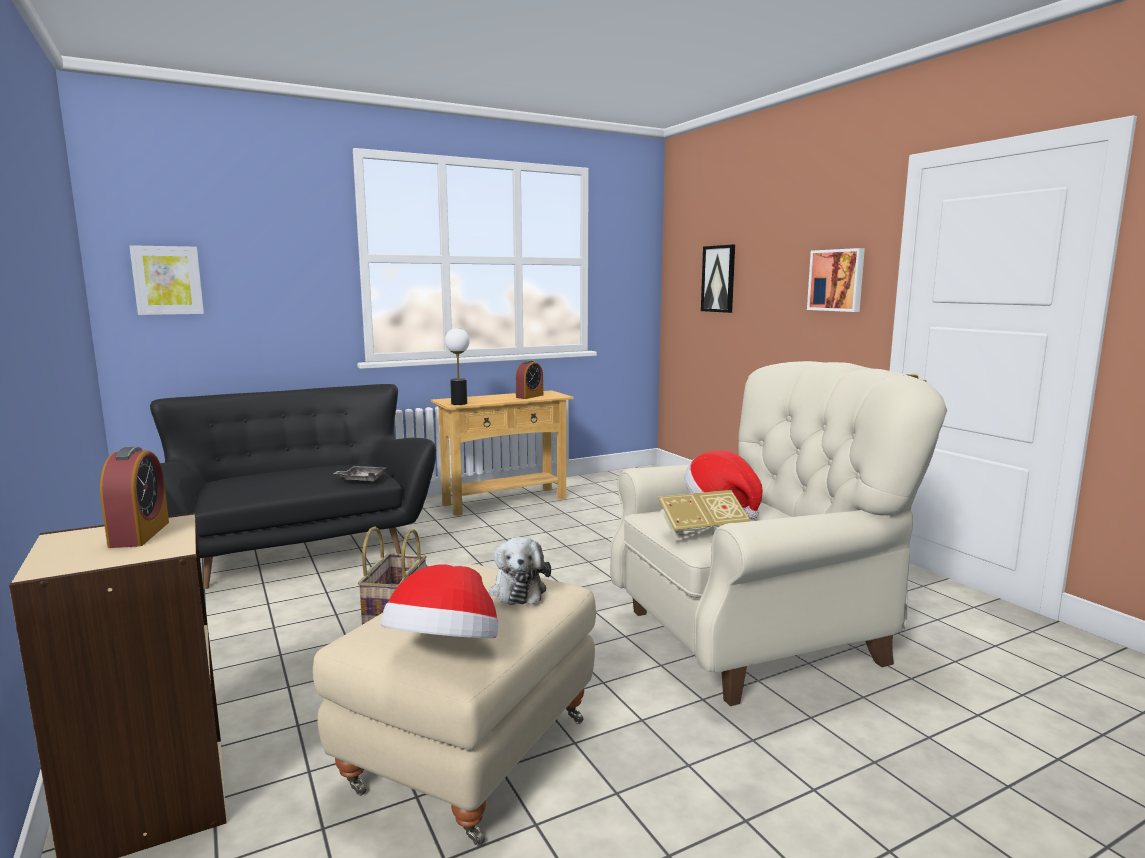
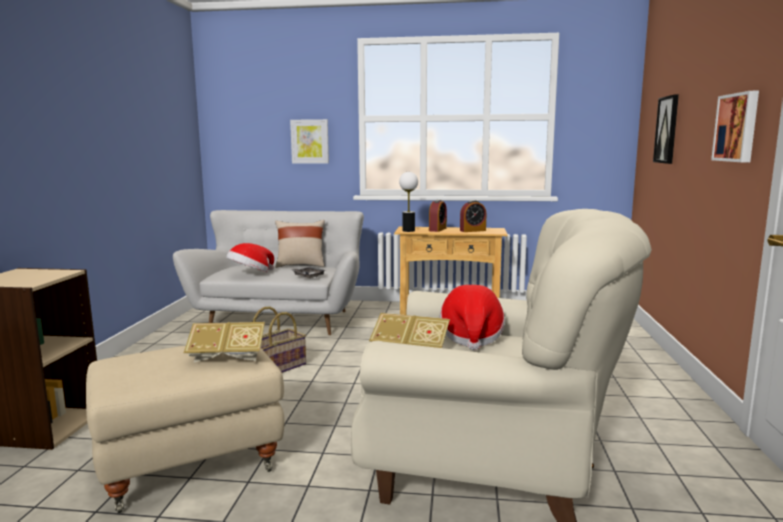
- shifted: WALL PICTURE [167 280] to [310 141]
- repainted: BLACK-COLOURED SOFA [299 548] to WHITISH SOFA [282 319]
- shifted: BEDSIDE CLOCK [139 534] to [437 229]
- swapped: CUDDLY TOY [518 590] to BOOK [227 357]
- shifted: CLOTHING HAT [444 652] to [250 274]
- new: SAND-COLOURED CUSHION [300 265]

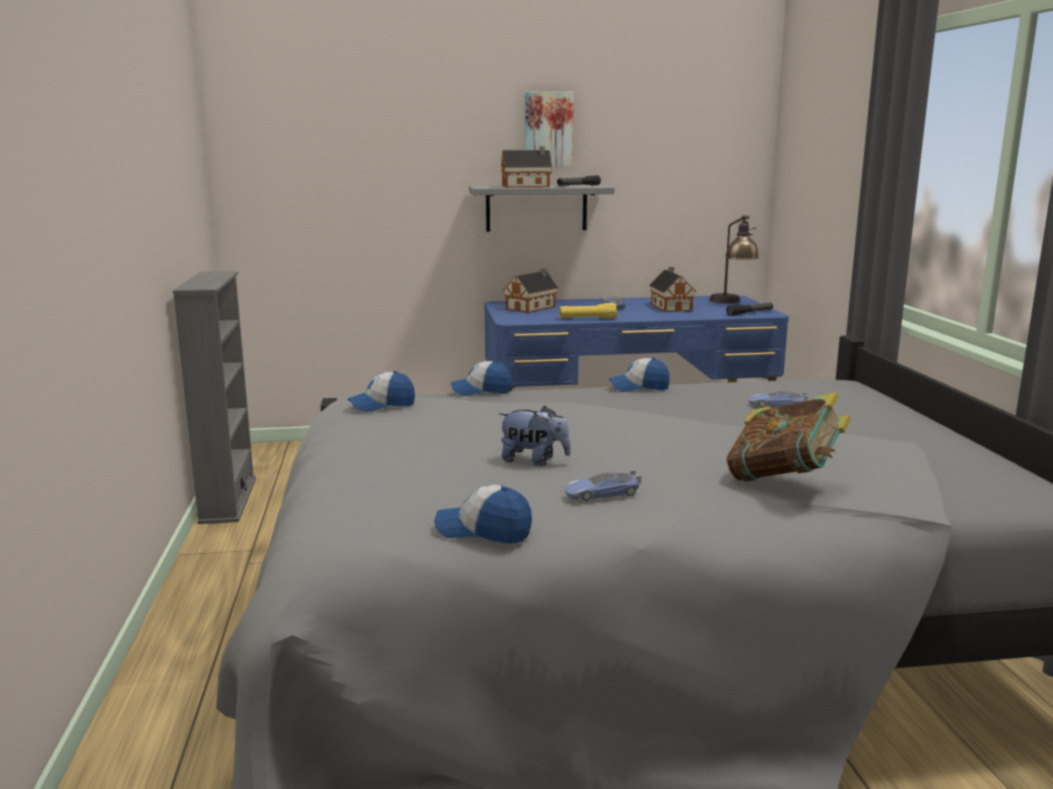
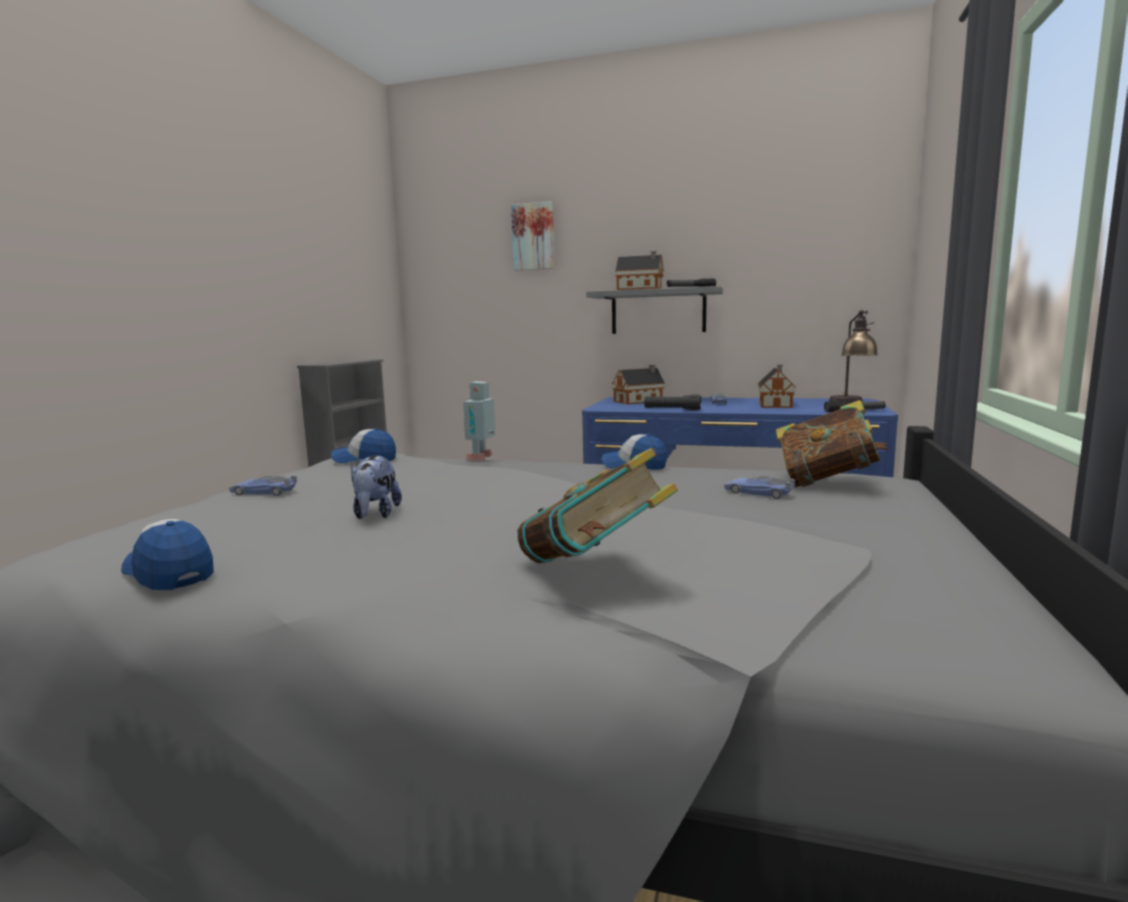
- shifted: WALL PICTURE [548 129] to [534 237]
- repainted: YELLOWISH FLASHLIGHT [587 319] to BLACK-COLOURED FLASHLIGHT [672 409]
- swapped: PEAKED CAP [481 391] to ROBOT FIGURE [482 458]
- rotated: CUDDLY TOY [534 461] = [375 514] 45 degrees clockwise
- shifted: MODEL CAR [602 493] to [263 492]
- new: BOOK [826 482]

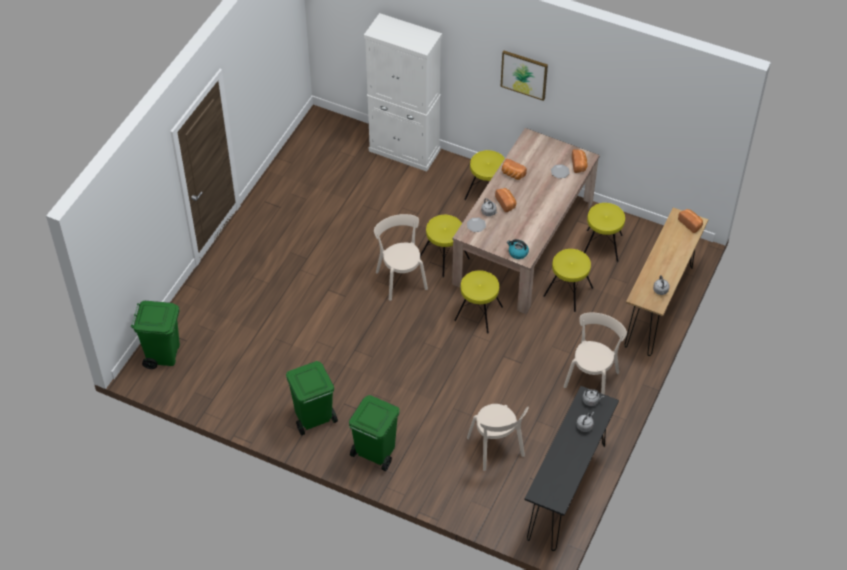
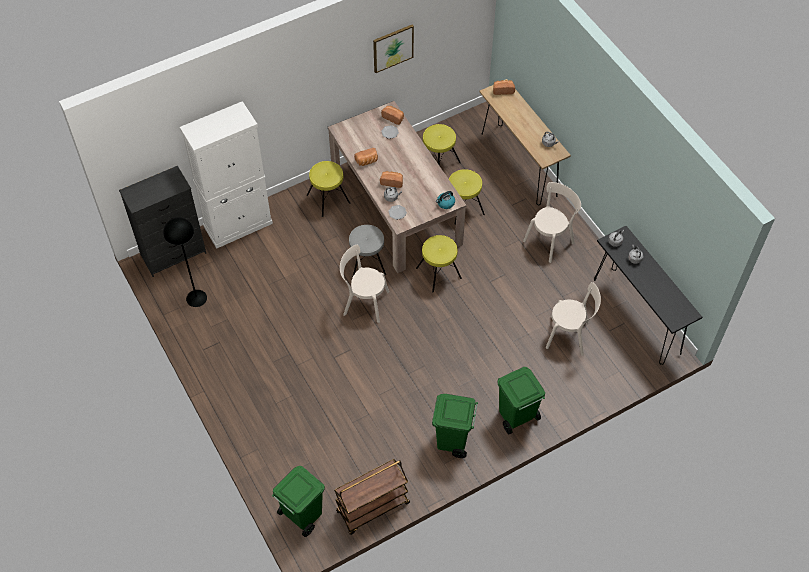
- shifted: WALL PICTURE [524 74] to [393 48]
- repainted: YELLOWISH STOOL SEAT [444 257] to GREY STOOL SEAT [367 262]
- rotated: SAND-COLOURED PLAIN CHAIR [592 377] = [550 240] 75 degrees clockwise
- new: BLACK-COLOURED DRESSER [174 253]
- new: BLACK-COLOURED STANDARD LAMP [196 298]
- new: BROWN TROLLEY [372 508]

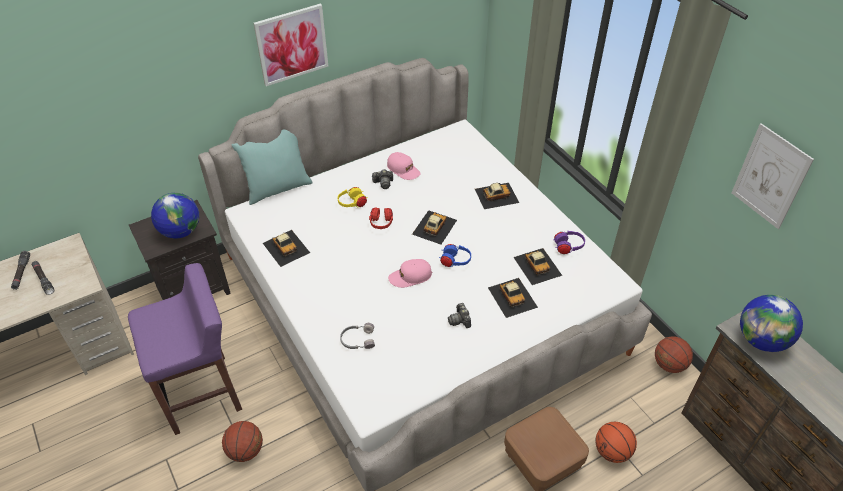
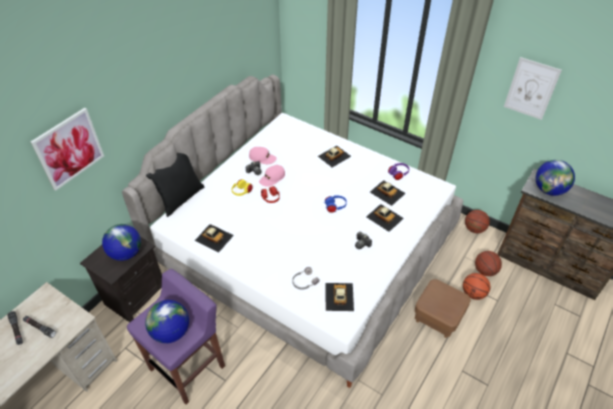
- shifted: WALL PICTURE [292 44] to [69 148]
- repainted: TURQUOISE-COLOURED CUSHION [277 188] to BLACK-COLOURED CUSHION [181 198]
- shifted: MODEL CAR [434 227] to [339 296]
- shifted: PINK PEAKED CAP [410 276] to [272 178]
- shifted: BASKETBALL [245 451] to [485 271]
- new: GLOBE [171 332]

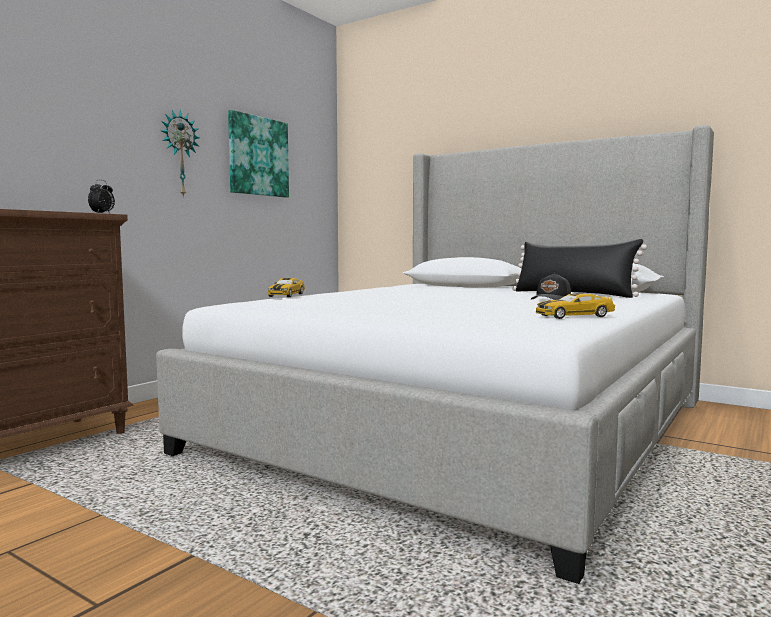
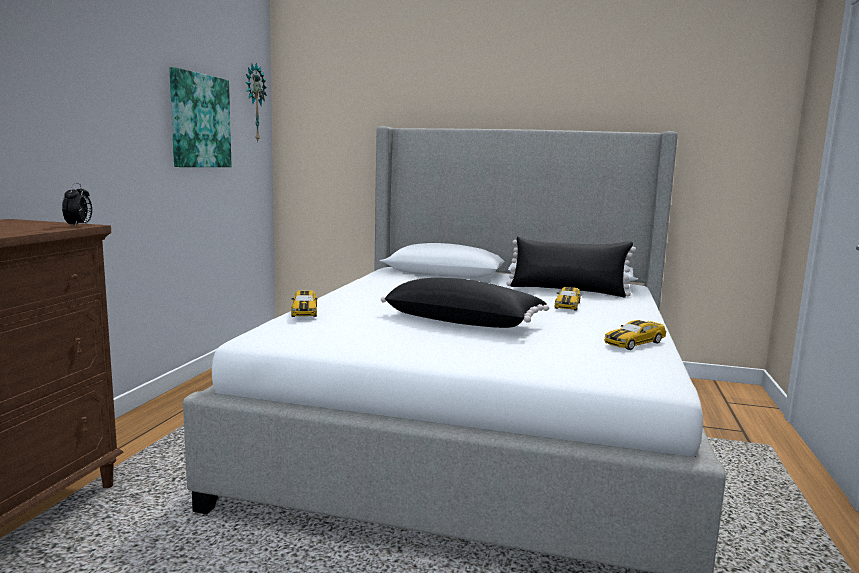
- shifted: HANGING CLOCK [179 154] to [253 103]
- swapped: BLACK-COLOURED PEAKED CAP [552 299] to MODEL CAR [567 305]
- new: BLACK-COLOURED CUSHION [464 322]

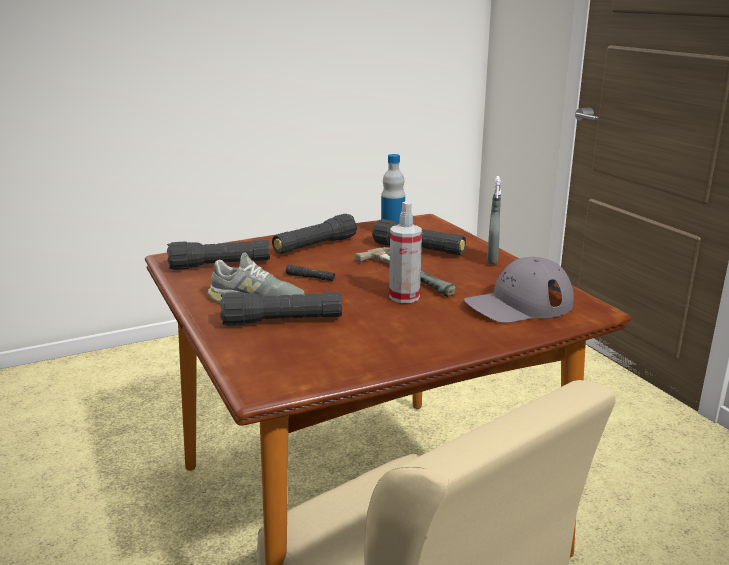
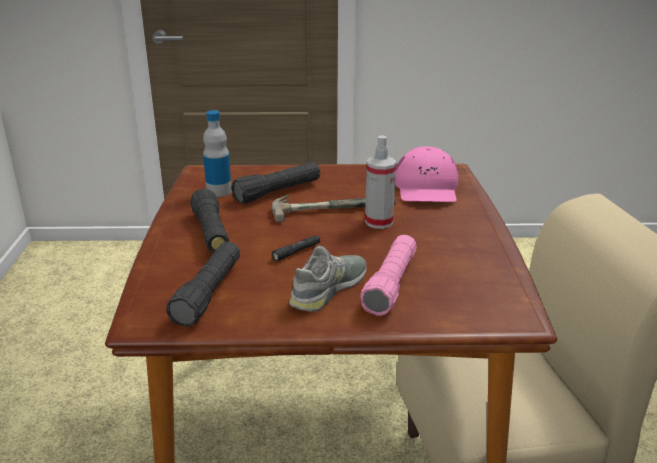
- gone: GREY SPRAY BOTTLE [492 260]
- repainted: GREY PEAKED CAP [518 304] to PINK PEAKED CAP [426 188]
- repainted: BLACK-COLOURED FLASHLIGHT [282 321] to PINK FLASHLIGHT [391 285]

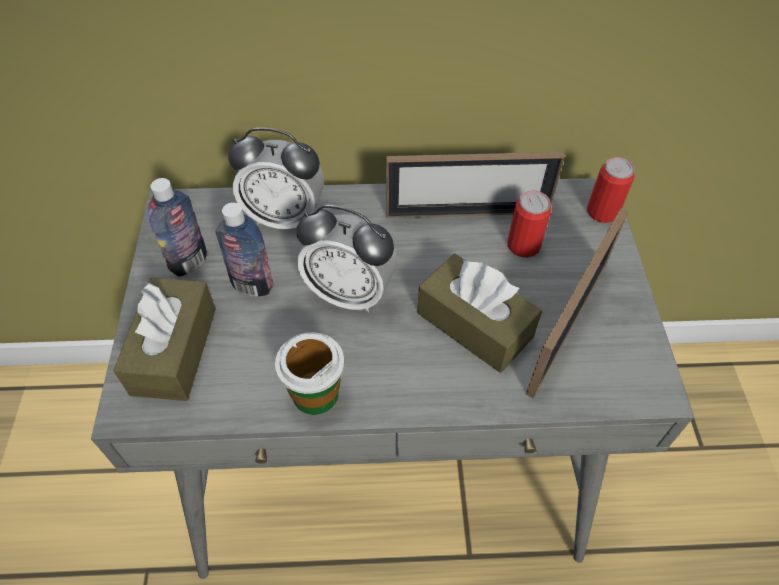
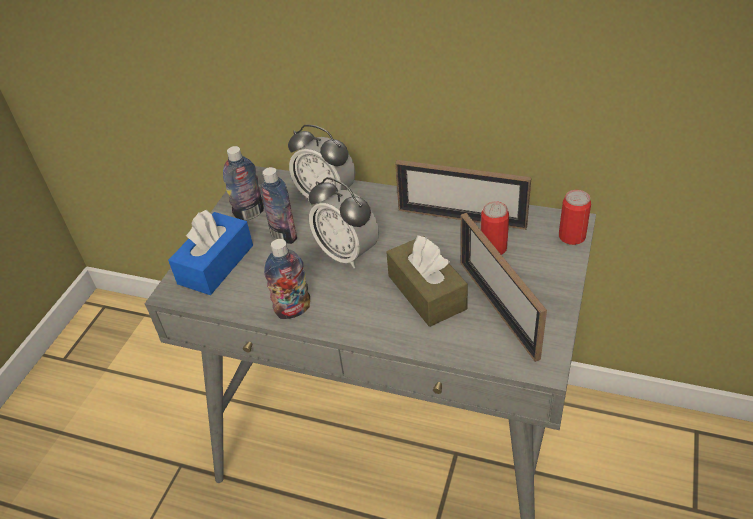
- rotated: PHOTO FRAME [567 326] = [498 308] 105 degrees clockwise
- repainted: BROWN TISSUE BOX [174 350] to BLUE TISSUE BOX [216 264]
- swapped: DRINKING CUP [315 393] to DRINK BOTTLE [293 310]

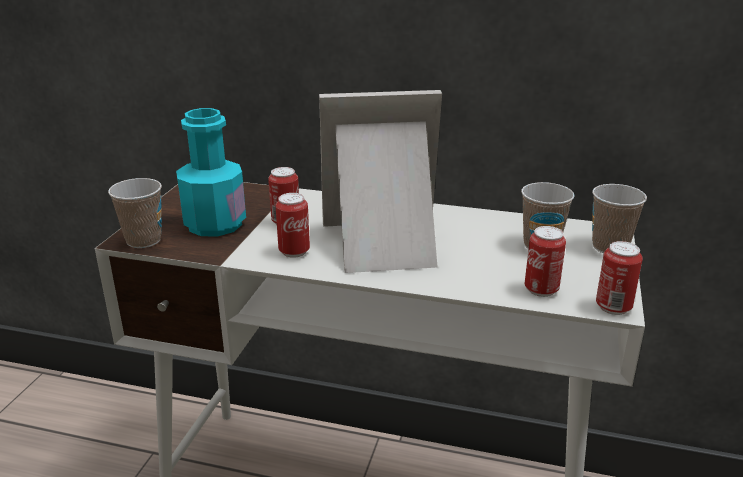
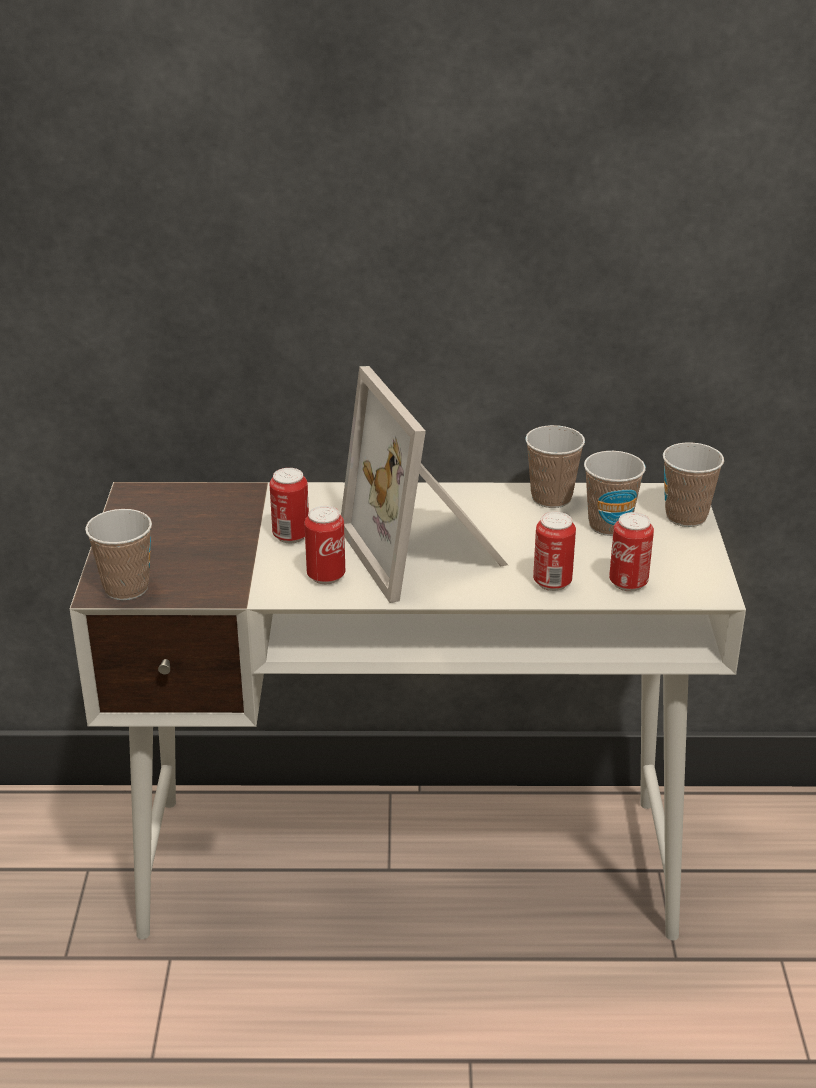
- rotated: PHOTO FRAME [383 244] = [428 550] 90 degrees counterclockwise
- gone: TURQUOISE-COLOURED DRINK BOTTLE [215 224]
- shifted: CAN [613 307] to [552 582]
- new: DRINKING CUP [551 498]

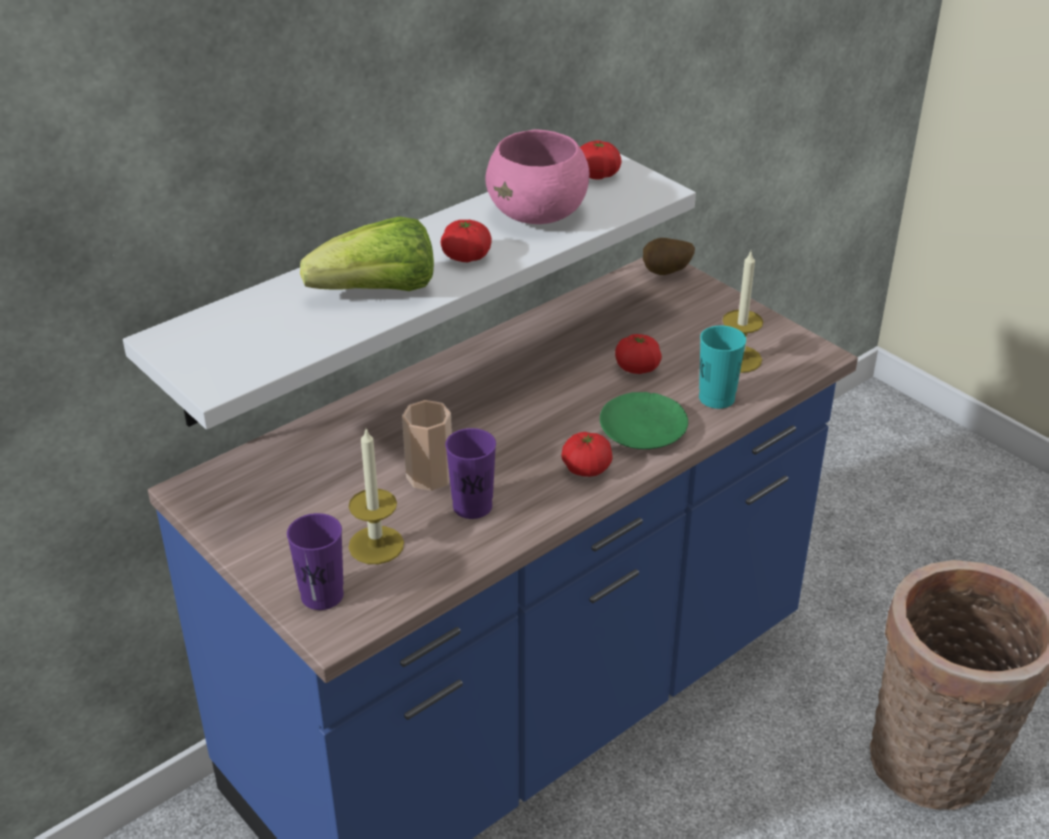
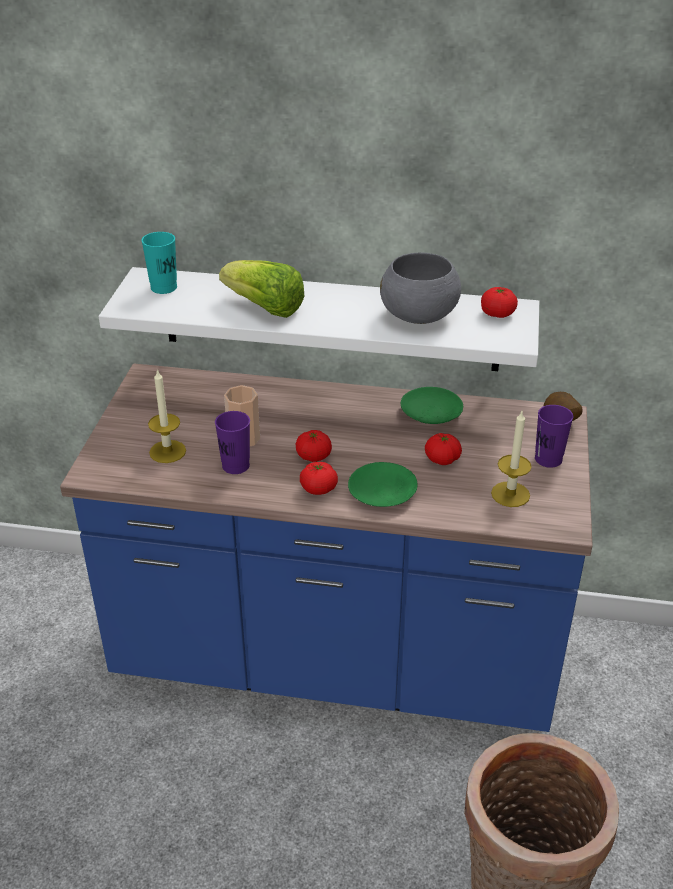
- repainted: PINK SERVING BOWL [538 214] to GREY SERVING BOWL [419 316]
- shifted: WHOLE TOMATO [466 257] to [313 456]
- shifted: TURQUOISE-COLOURED DRINKING CUP [716 398] to [164 287]
- shifted: PURPLISH DRINKING CUP [322 595] to [548 459]
- new: GREENISH DINNER PLATE [431 413]

